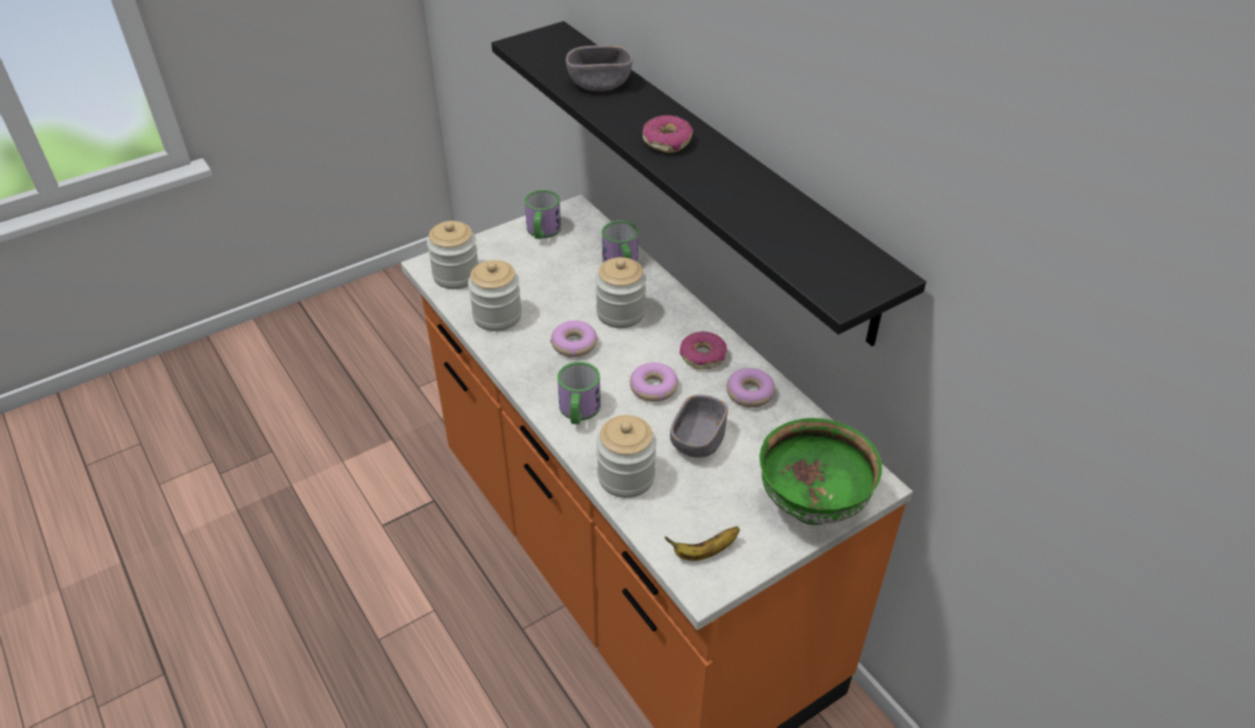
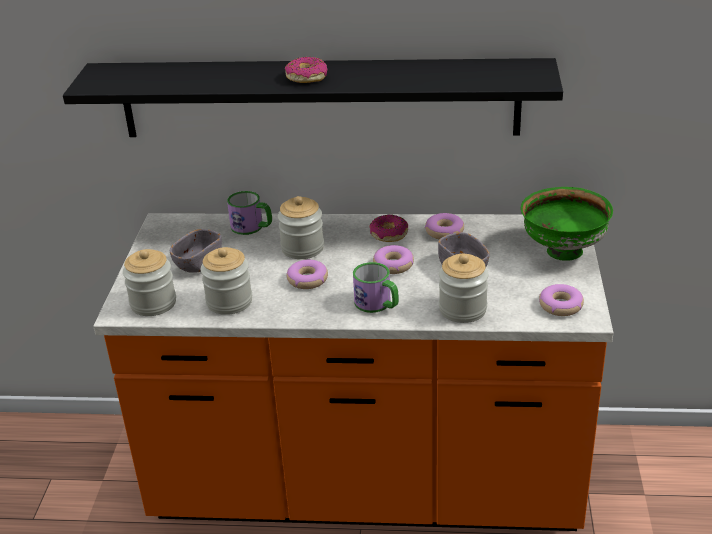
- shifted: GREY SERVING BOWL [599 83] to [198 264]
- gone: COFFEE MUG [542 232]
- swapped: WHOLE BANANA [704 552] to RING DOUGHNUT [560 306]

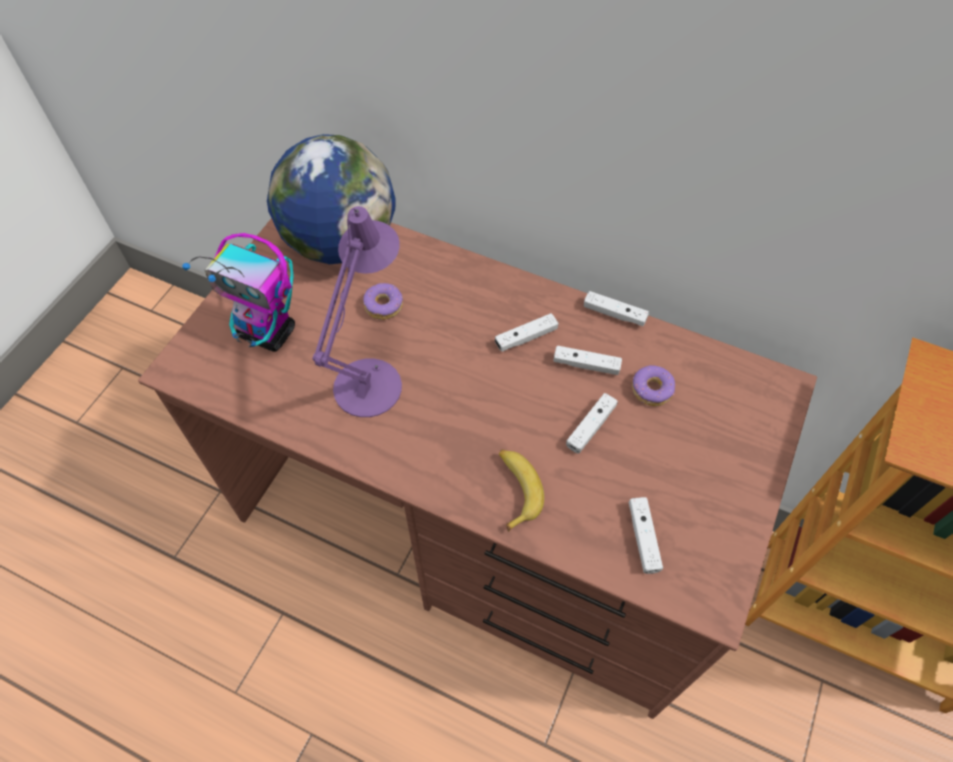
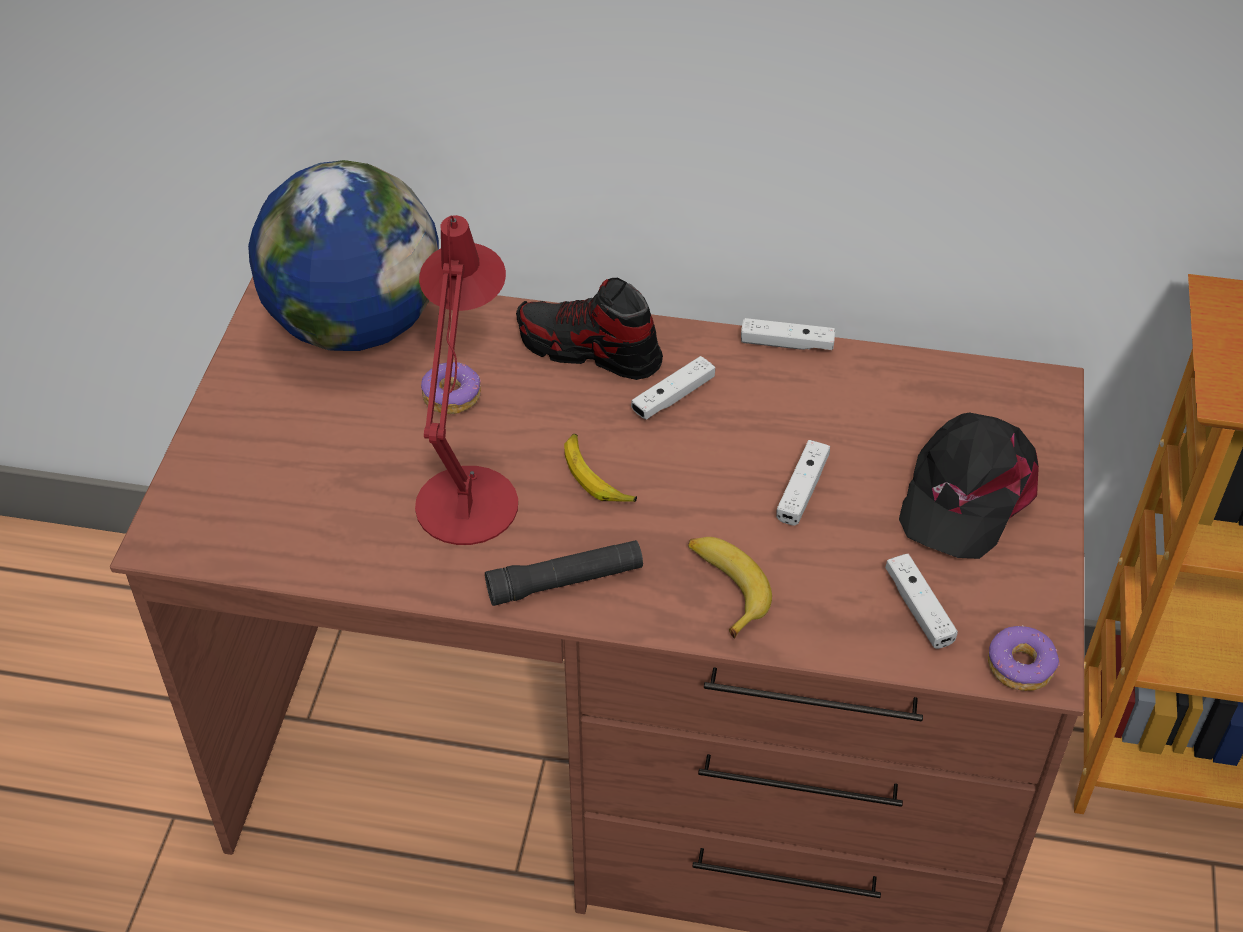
- repainted: PURPLISH LAMP FOR A TABLE [372 379] to RED LAMP FOR A TABLE [470 493]
- gone: ROBOT FIGURE [268 333]
- gone: WHITISH JOYPAD [586 365]
- shifted: RING DOUGHNUT [652 390] to [1021 666]
- new: ITEM OF FOOTWEAR [589 351]
- new: BLACK-COLOURED PEAKED CAP [966 494]
- new: WHOLE BANANA [596 476]
- new: BLACK-COLOURED FLASHLIGHT [565 581]

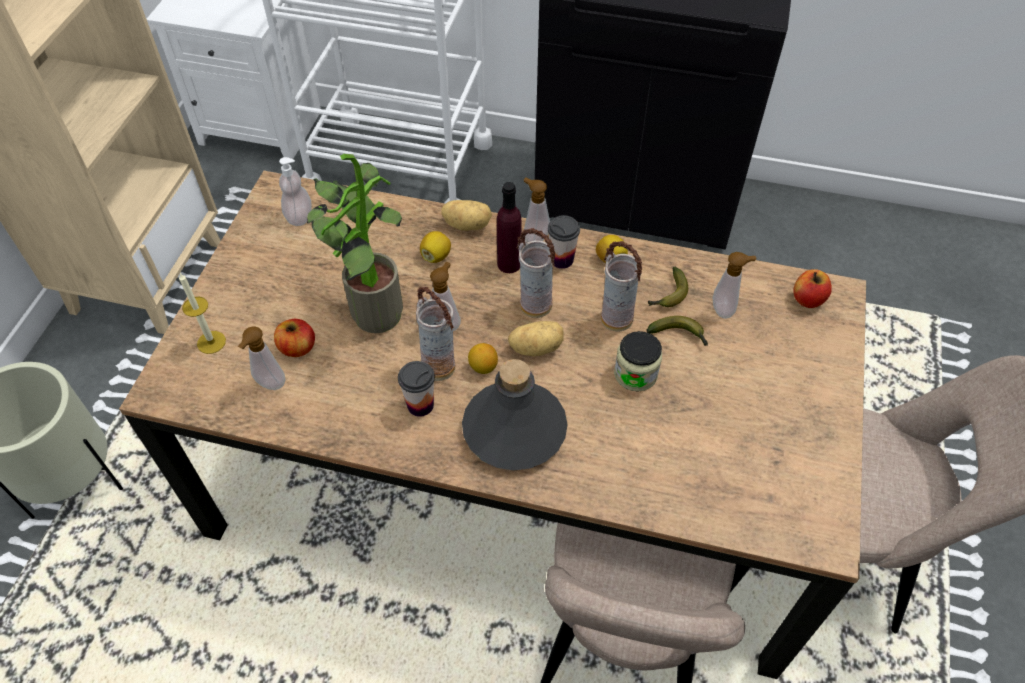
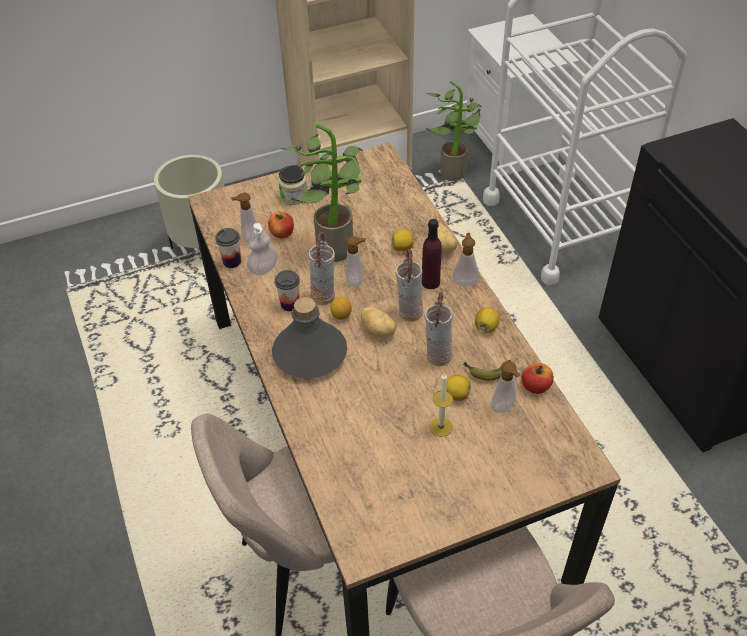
- shifted: SOAP BOTTLE [299 216] to [263 268]
- shifted: DRINKING CUP [561 259] to [232 262]
- shifted: WHOLE APPLE [808 299] to [536 386]
- shifted: CANDLE [211 342] to [441 427]
- swapped: WHOLE BANANA [679 335] to WHOLE LEMON [457 395]
- shifted: JAR [635 374] to [294 196]
- new: HOUSEPLANT [453 171]

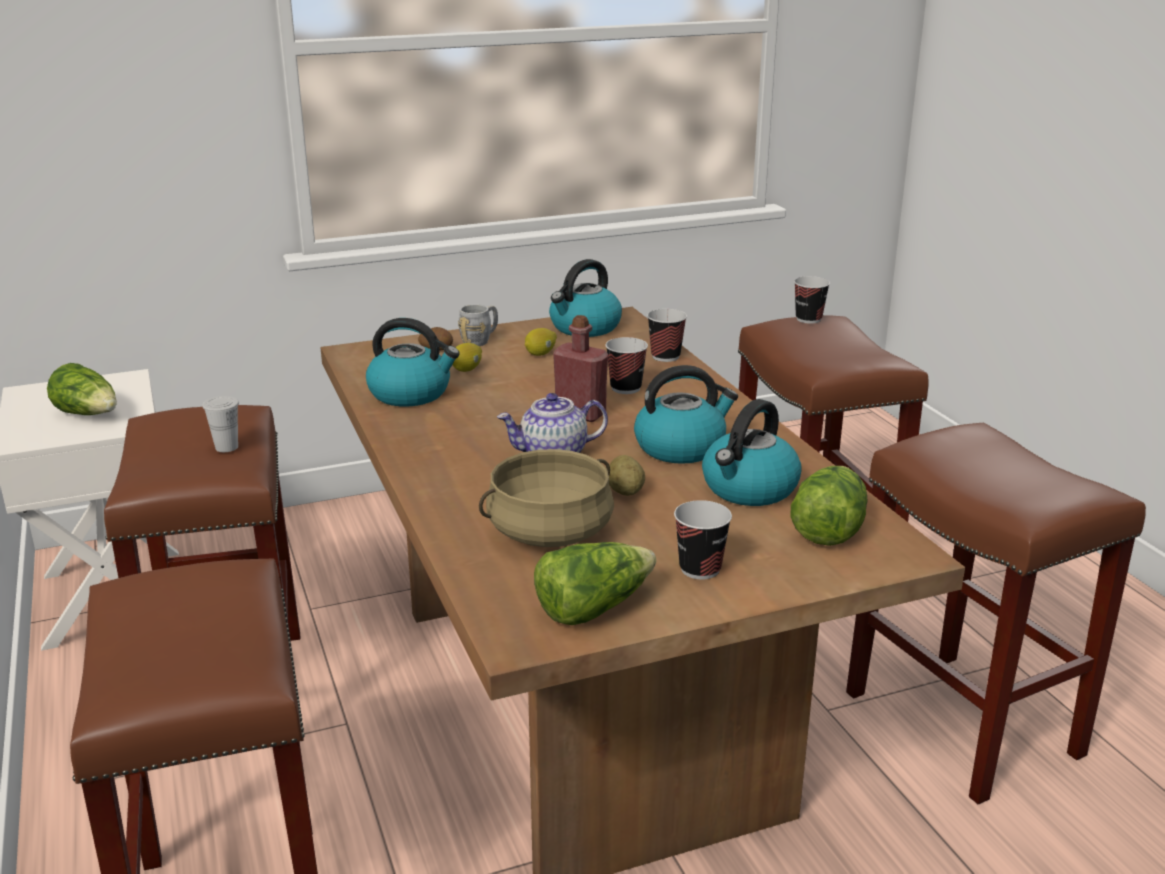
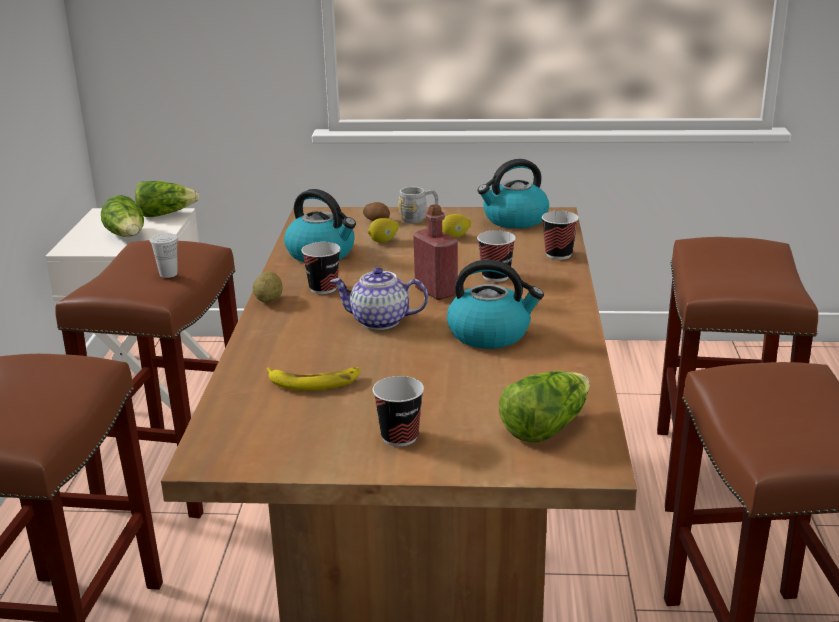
- shifted: DRINKING CUP [808 319] to [323 288]
- gone: KETTLE [749 489]
- swapped: SAND-COLOURED SAUCEPOT [550 532] to WHOLE BANANA [314 382]
- shifted: POTATO [625 491] to [268 300]
- shifted: LETTUCE [593 607] to [165 214]

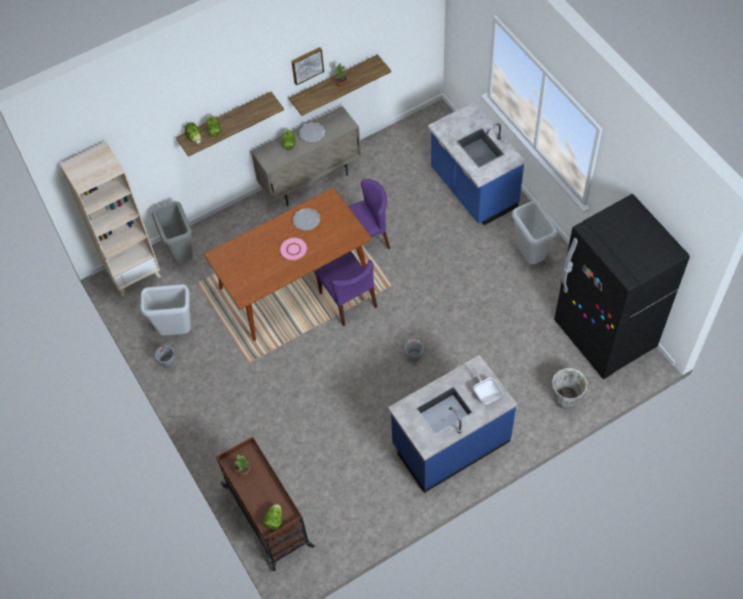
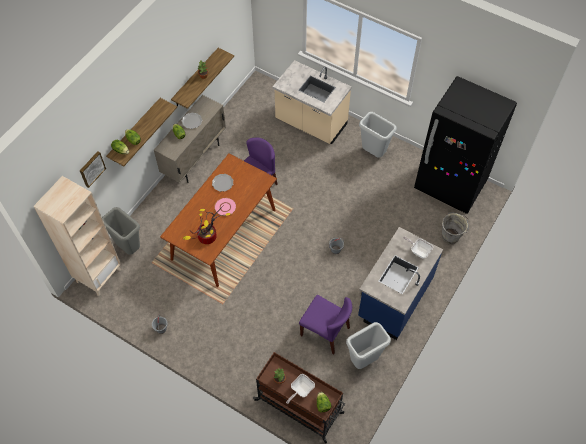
- shifted: WALL PICTURE [307 65] to [91 168]
- repainted: BLUE COUNTER [473 189] to SAND-COLOURED COUNTER [310 123]
- shifted: PURPLISH PLAIN CHAIR [348 300] to [325 331]
- shifted: GREY TRASH CAN [175 332] to [364 361]
- new: HOUSEPLANT [207 238]
- new: FRYING PAN [300 390]

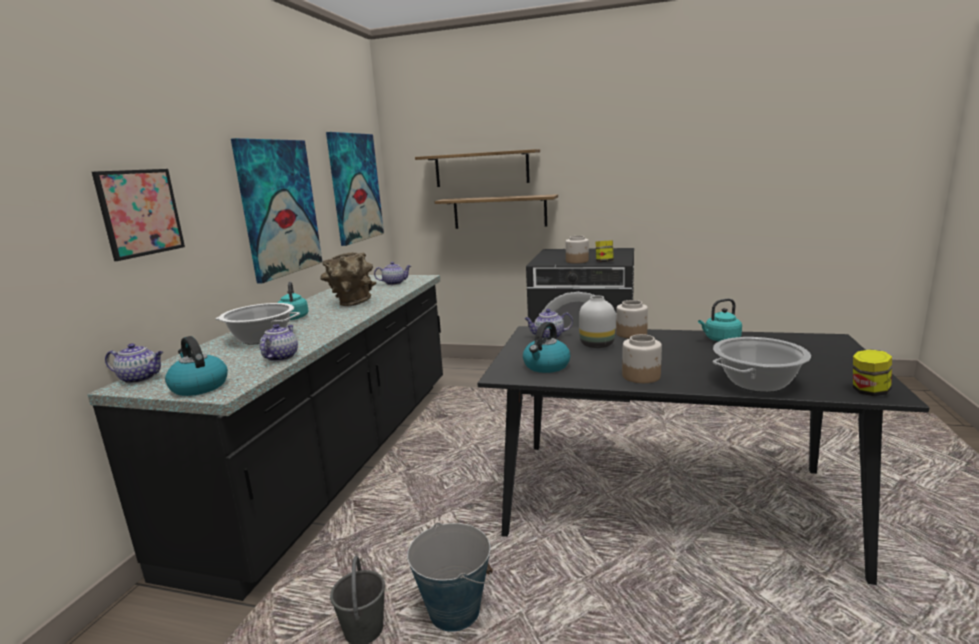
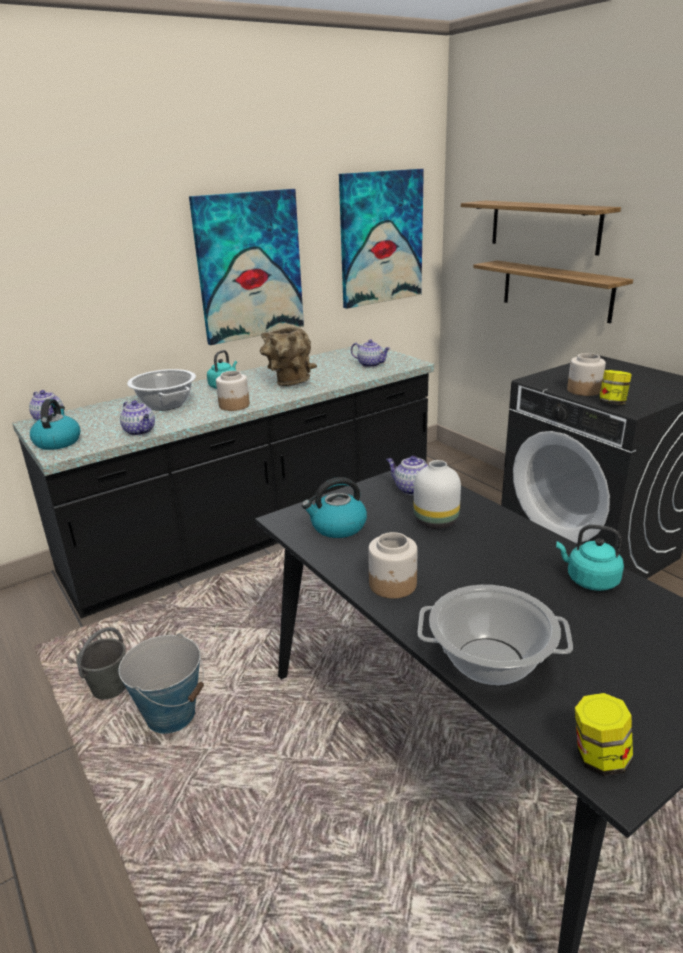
- gone: WALL PICTURE [140 212]
- shifted: JAR [632 334] to [234 405]
- rotated: POT FOR TEA [281 357] = [140 431] 90 degrees clockwise

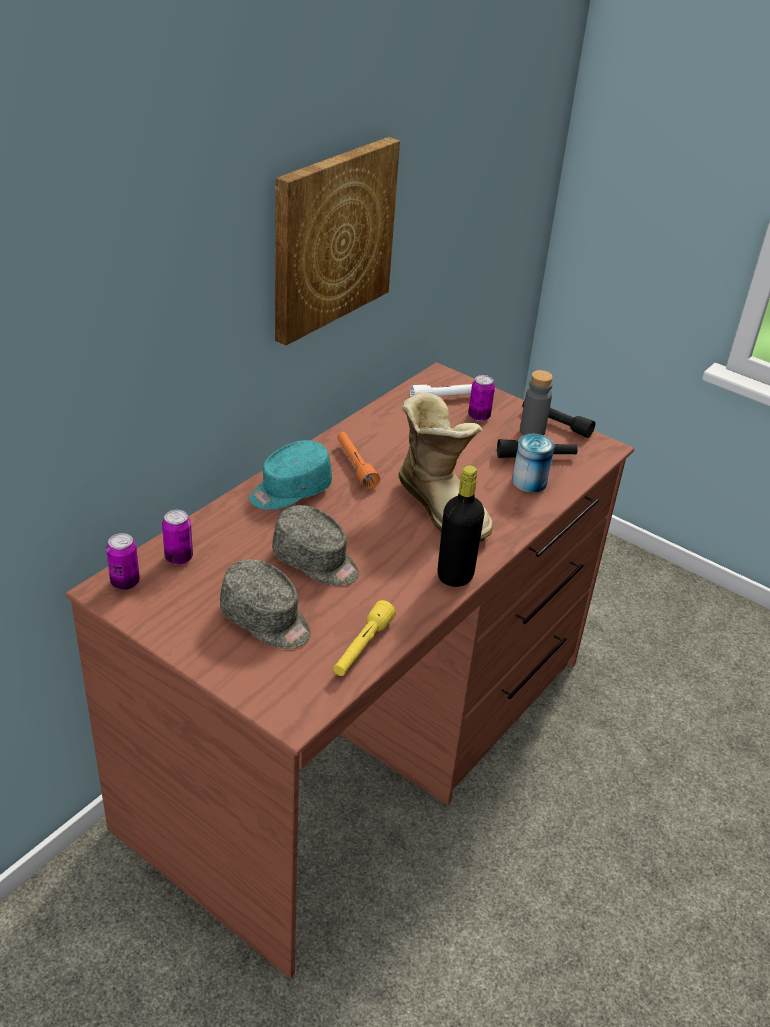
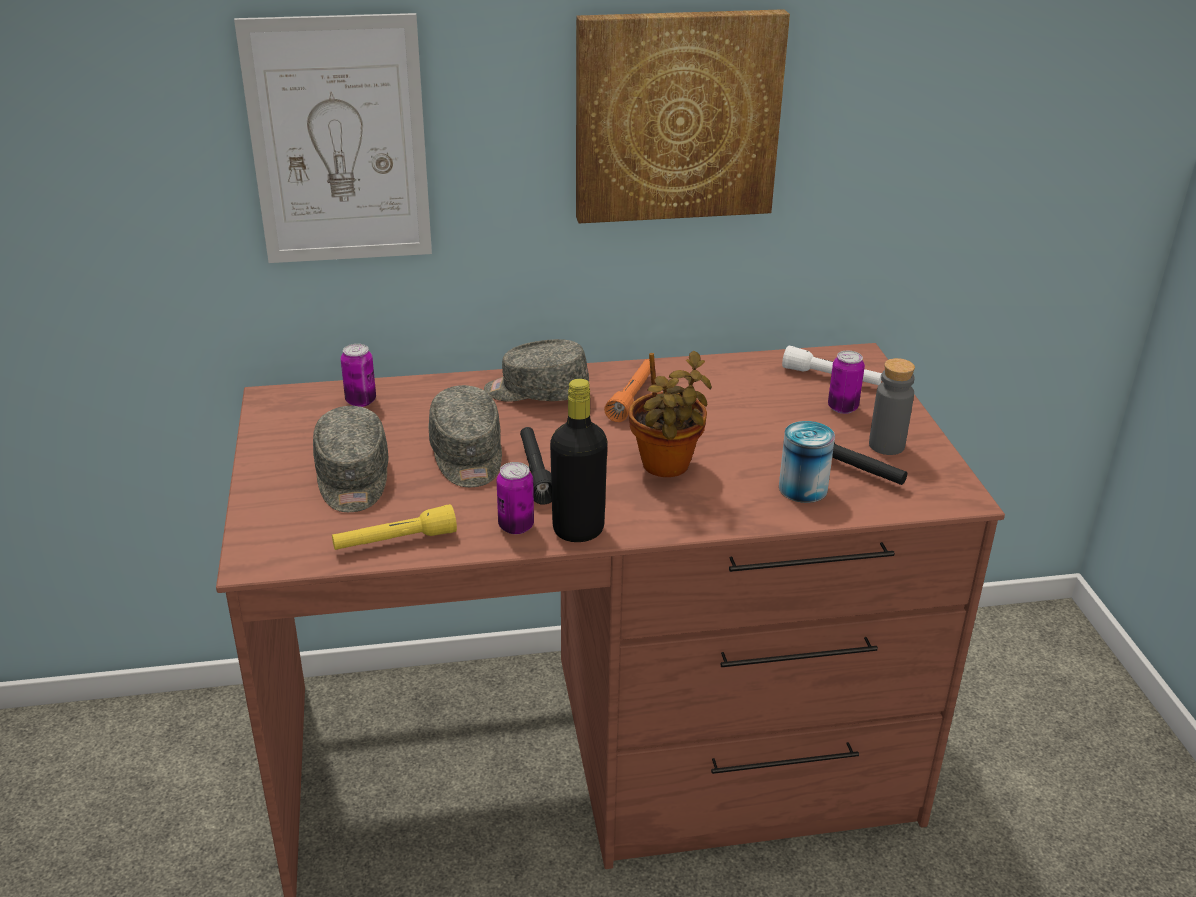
- swapped: BOOT [443 506] to HOUSEPLANT [666 468]
- shifted: BLACK-COLOURED FLASHLIGHT [556 423] to [535 473]
- repainted: TURQUOISE-COLOURED PEAKED CAP [290 490] to GREY PEAKED CAP [536 391]
- shifted: CAN [125 582] to [516 526]
- new: WALL PICTURE [339 142]

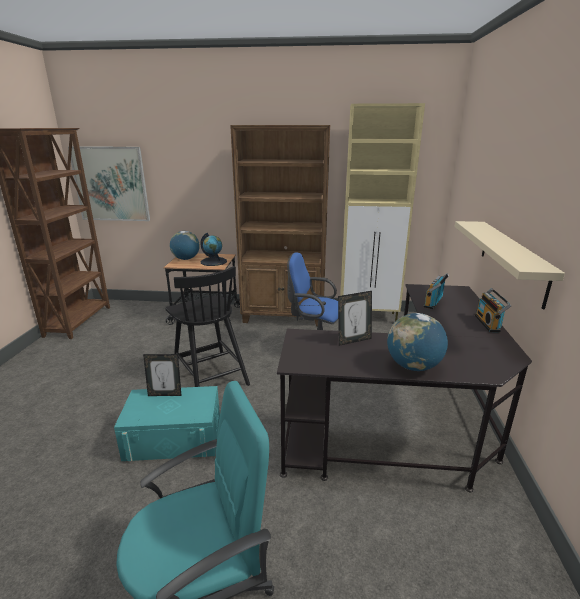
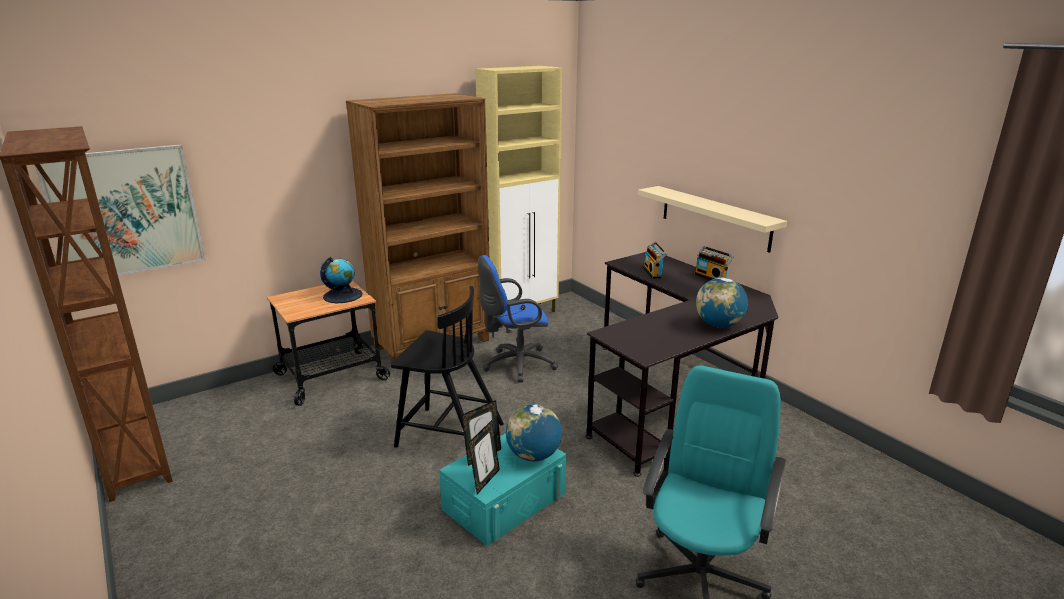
- shifted: GLOBE [186 259] to [533 455]
- shifted: PHOTO FRAME [353 340] to [485 480]

